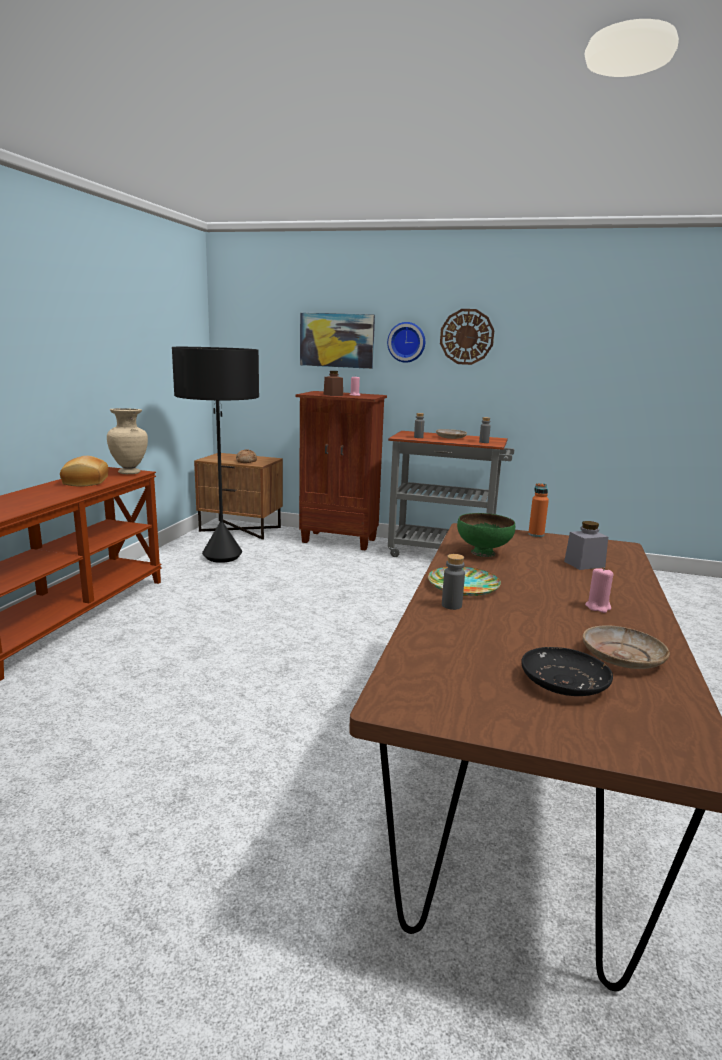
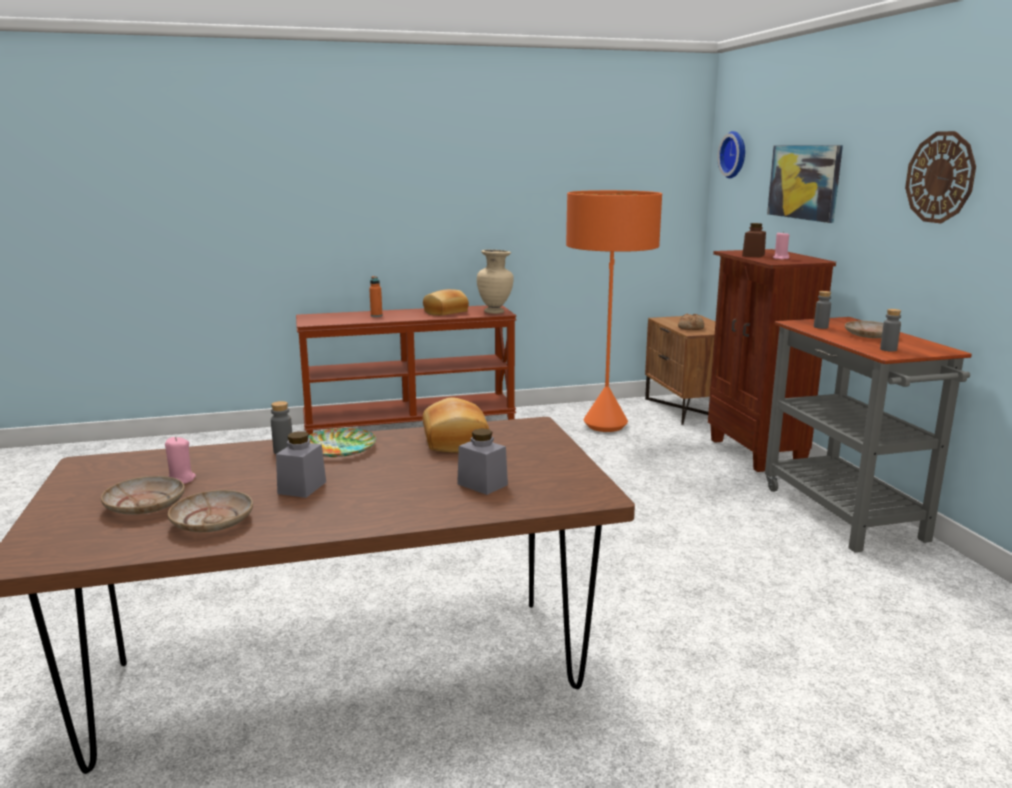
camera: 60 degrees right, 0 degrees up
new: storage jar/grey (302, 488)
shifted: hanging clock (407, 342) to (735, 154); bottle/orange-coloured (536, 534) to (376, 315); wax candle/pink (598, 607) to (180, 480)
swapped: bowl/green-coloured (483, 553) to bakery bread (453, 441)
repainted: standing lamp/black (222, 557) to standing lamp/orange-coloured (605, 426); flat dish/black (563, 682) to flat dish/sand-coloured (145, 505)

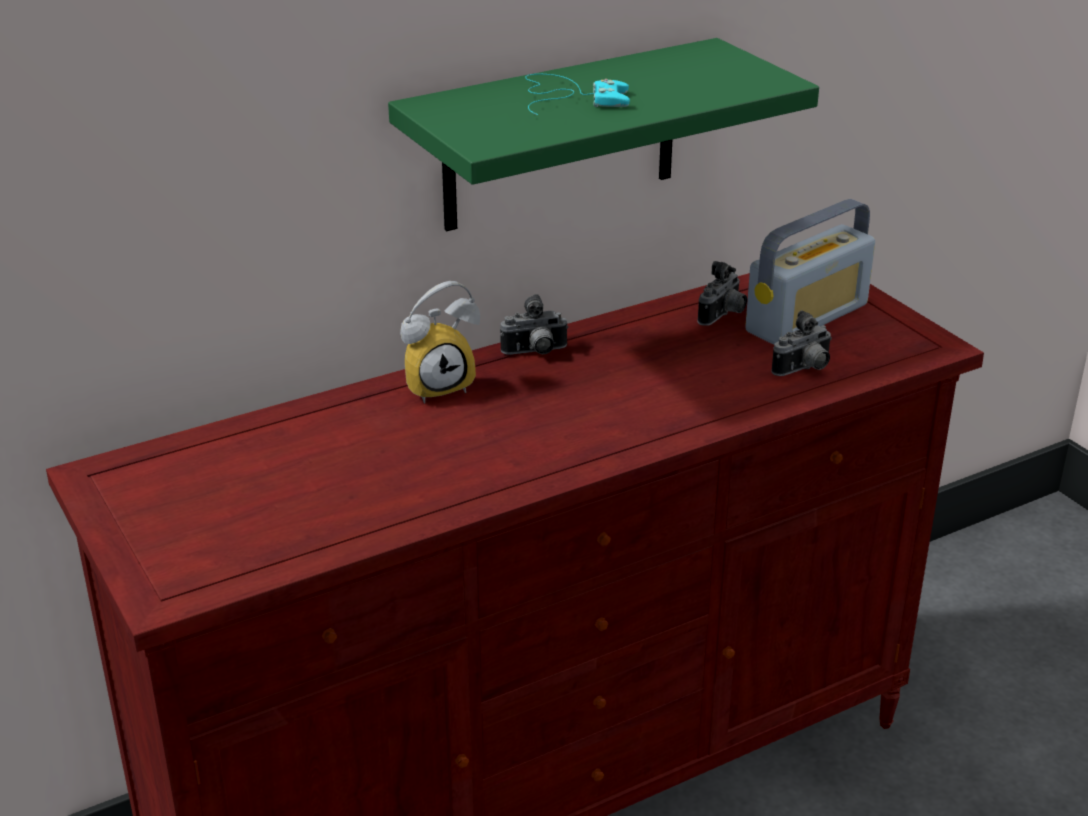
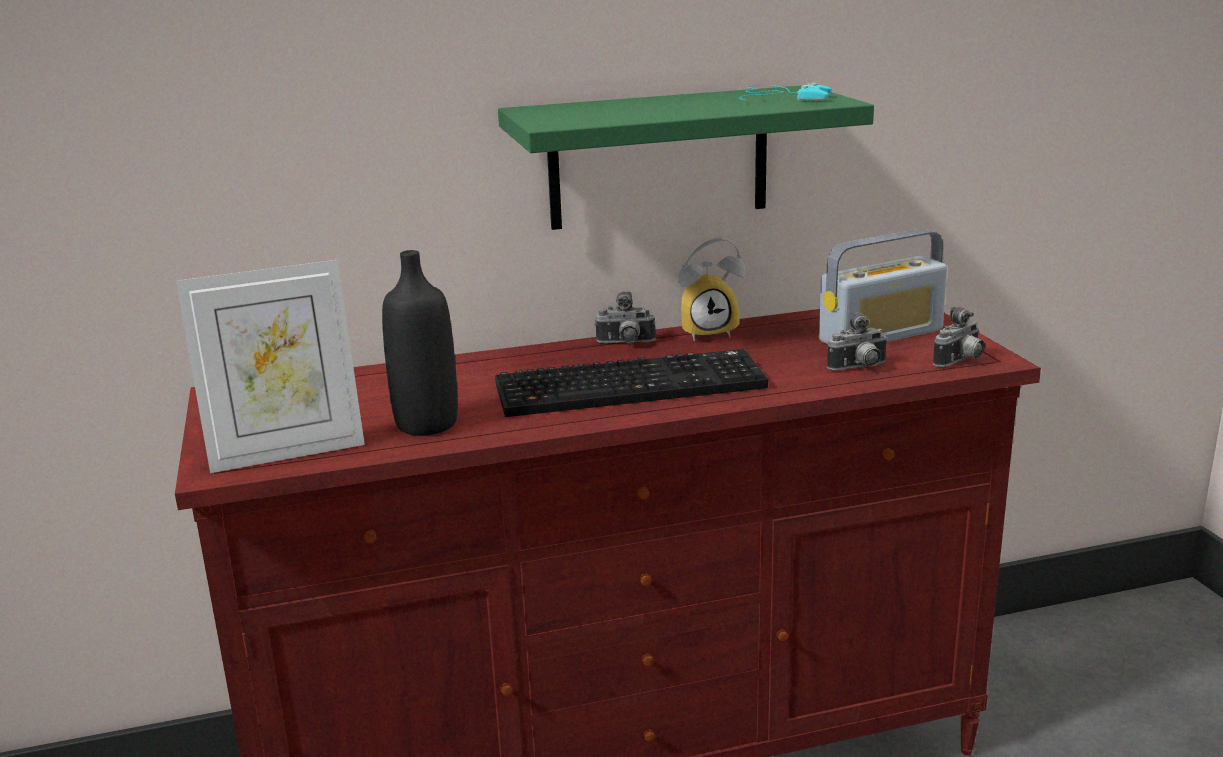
camera: 15 degrees right, 10 degrees down
new: photo frame (287, 452); bottle/black (426, 424); computer keyboard (632, 385)
shifted: alarm clock (439, 385) to (709, 331); joypad/blue-green (569, 97) to (779, 97); still camera (723, 316) to (960, 362)

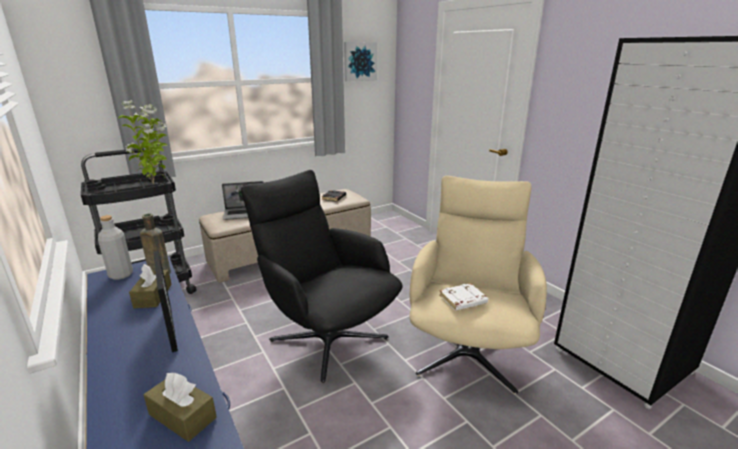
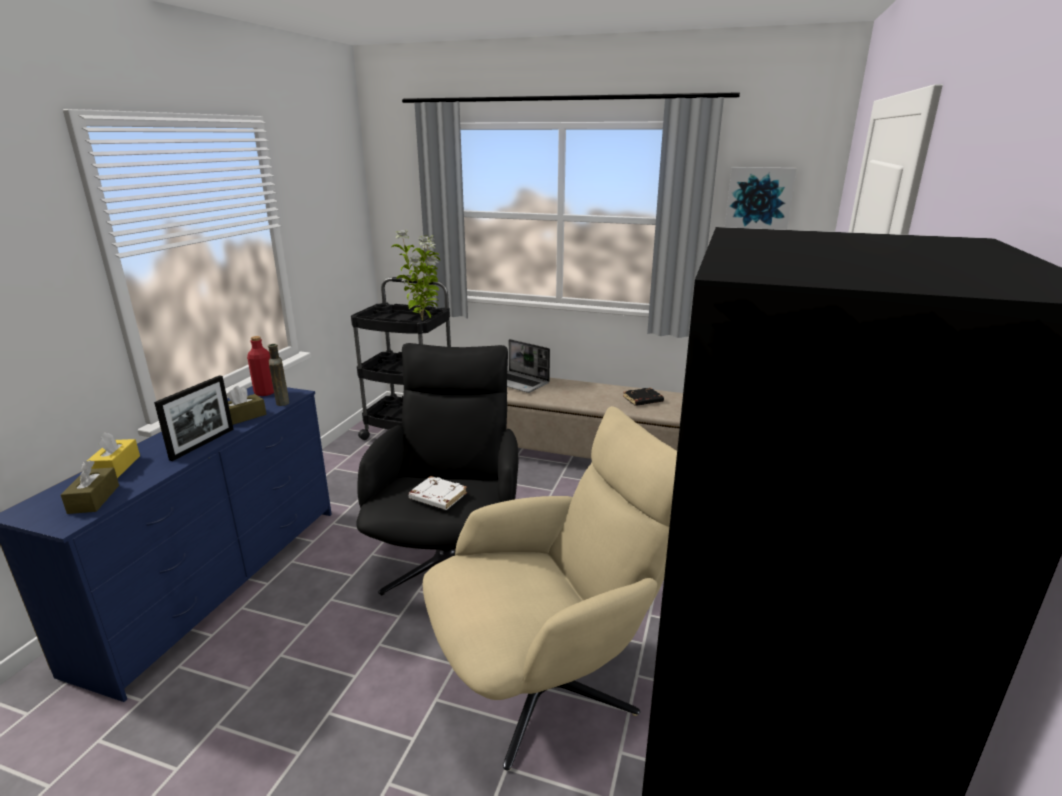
camera: 50 degrees right, 0 degrees up
new: box of tissues/yellowish (116, 467)
shifted: book/whitish (463, 300) to (437, 497)
repainted: bottle/grey (121, 275) to bottle/red (265, 392)

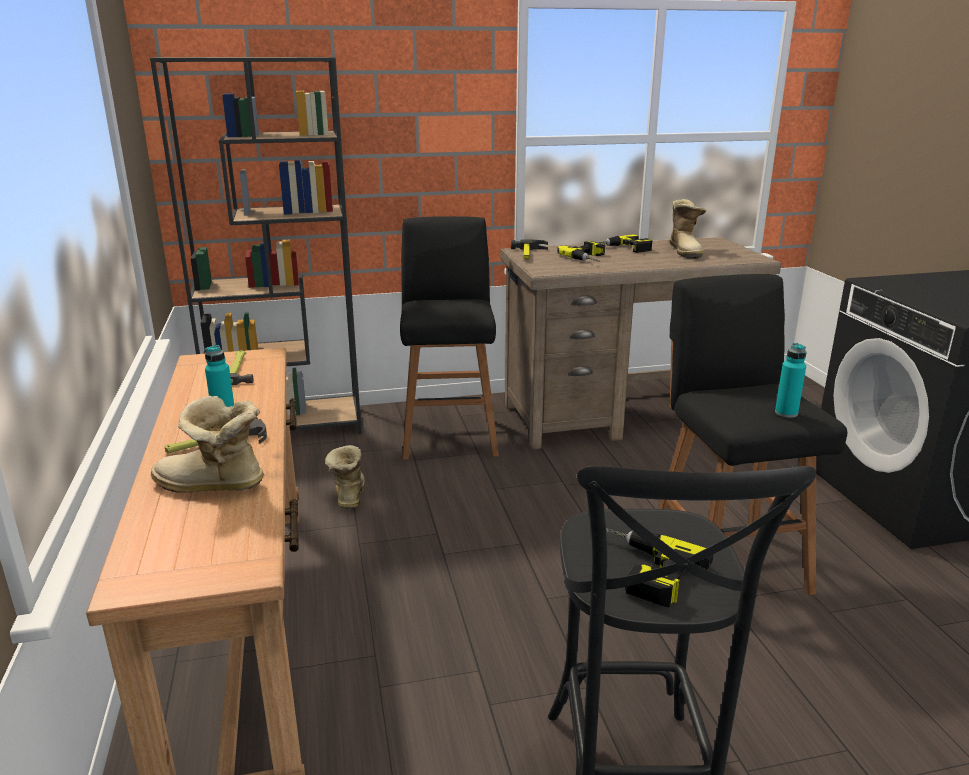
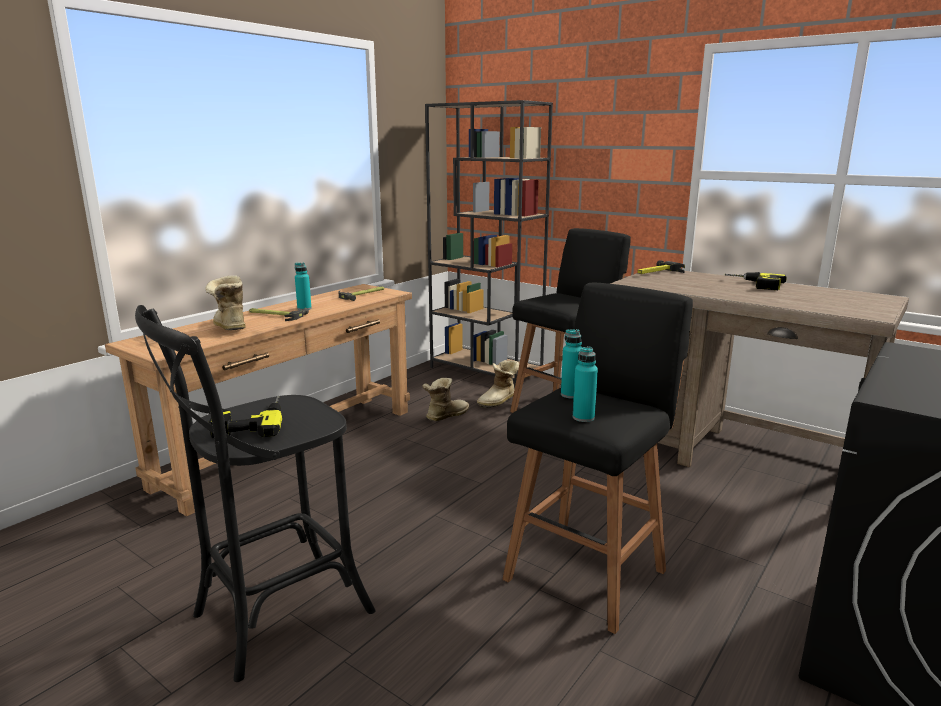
camera: 50 degrees right, 5 degrees down
gone: drill (590, 258)
new: bottle/blue-green (570, 395)
shifted: boot (686, 251) to (499, 401)

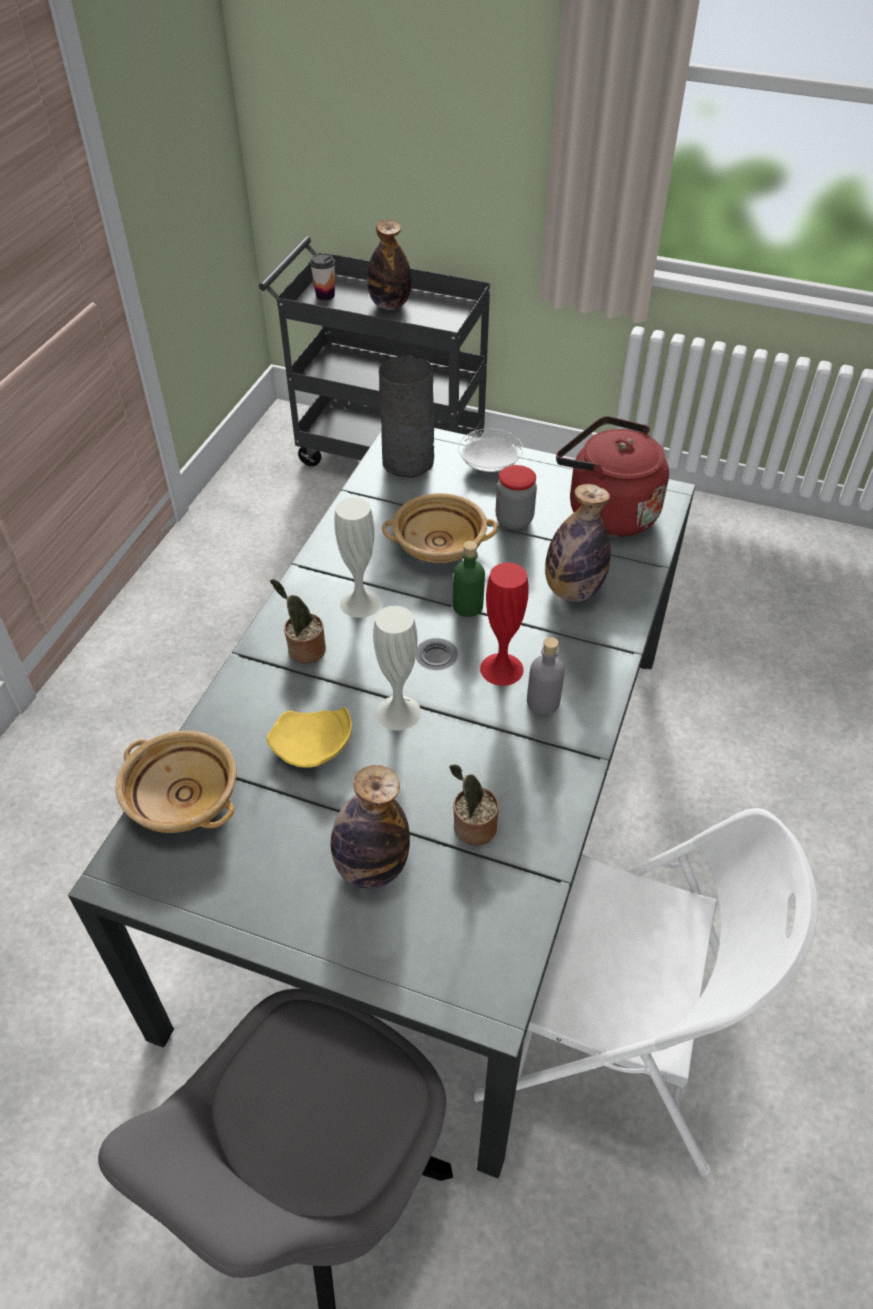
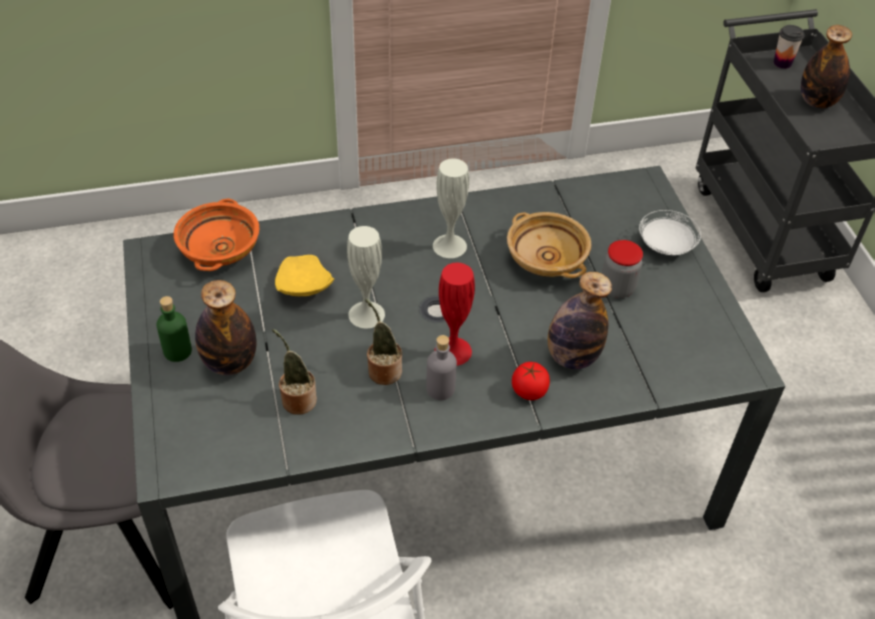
camera: 55 degrees right, 0 degrees up
gone: decorative vase/grey (410, 462); kettle/red (606, 512)
new: fresh tomato (529, 391)
shifted: potted plant (304, 650) to (383, 370); bottle/green-coloured (468, 606) to (177, 351)
repainted: bowl/sand-coloured (182, 799) to bowl/orange-coloured (219, 249)

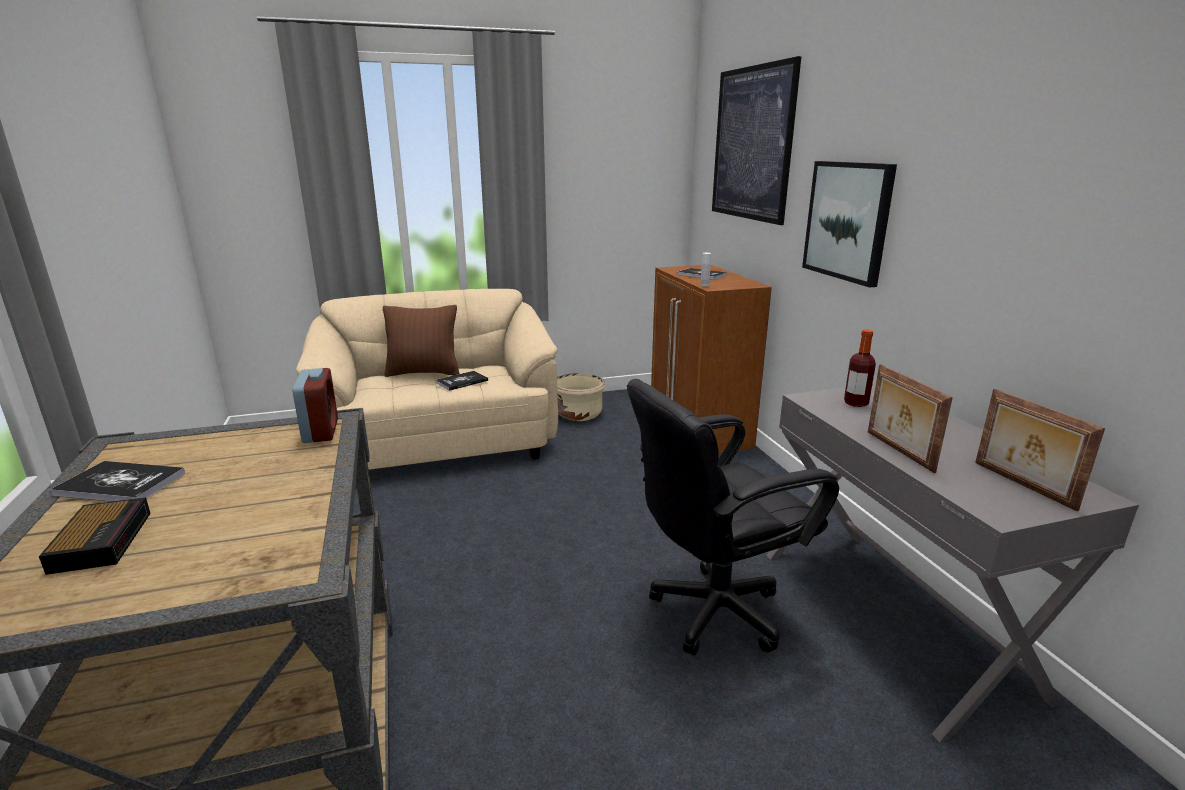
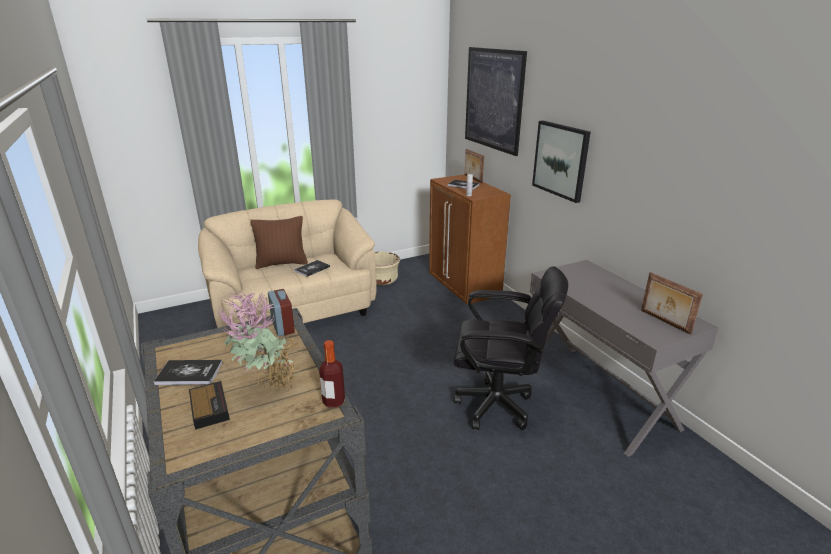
camera: 10 degrees left, 5 degrees up
new: potted plant (267, 389)
shifted: bottle (856, 403) to (333, 401); photo frame (898, 451) to (472, 179)
rotated: office chair/black (711, 617) = (499, 406) 135 degrees counterclockwise

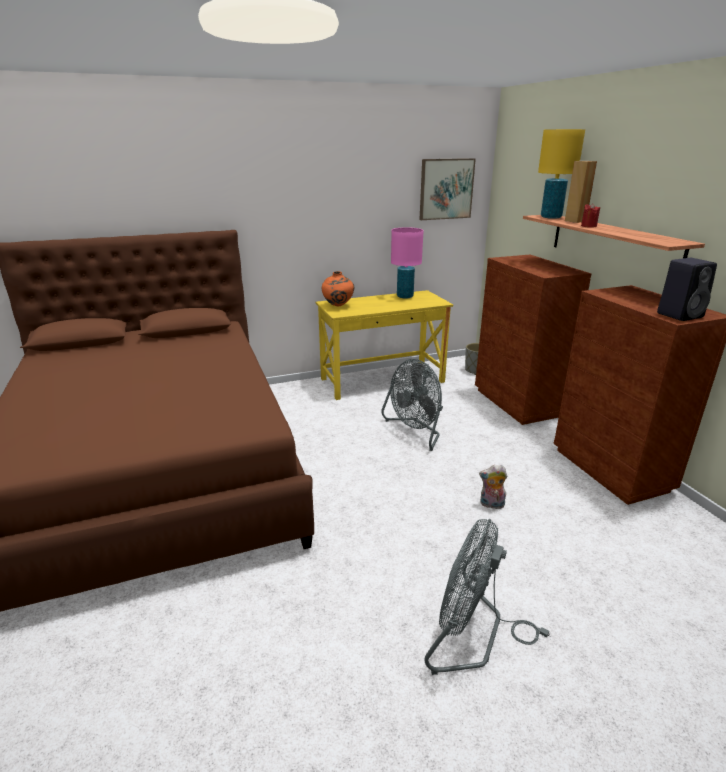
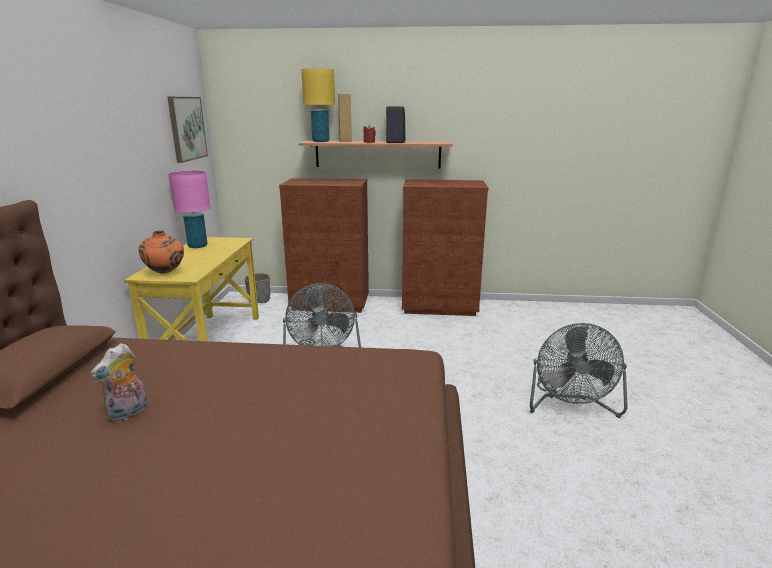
camera: 65 degrees left, 5 degrees down
shifted: soft toy (491, 505) to (128, 414); loudspeaker/black (680, 315) to (395, 142)
rotated: electric fan/grey (476, 630) = (567, 404) 45 degrees counterclockwise

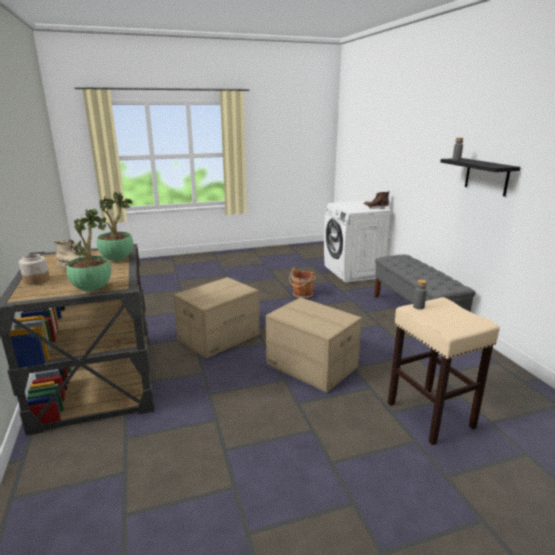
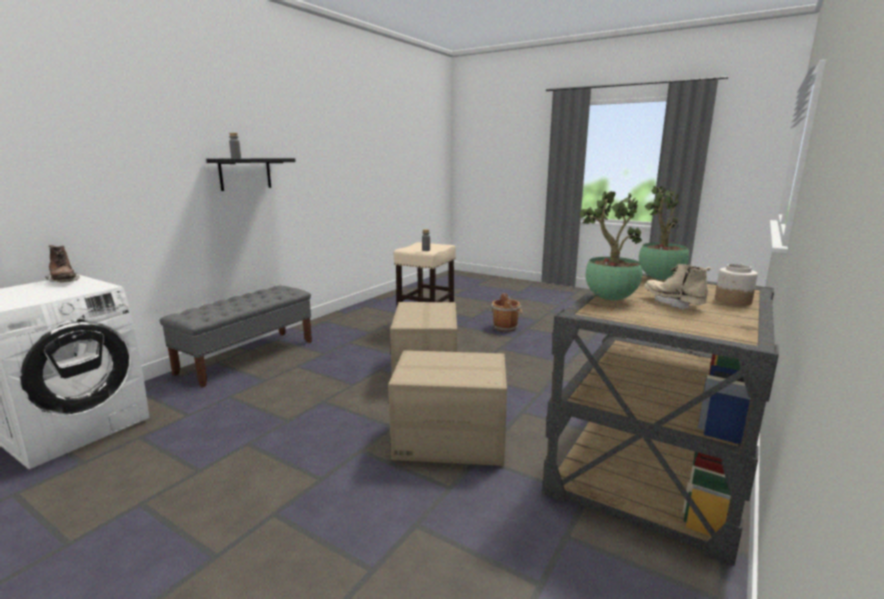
camera: 130 degrees left, 5 degrees down
shifted: bucket/brown-coloured (302, 295) to (506, 327)

